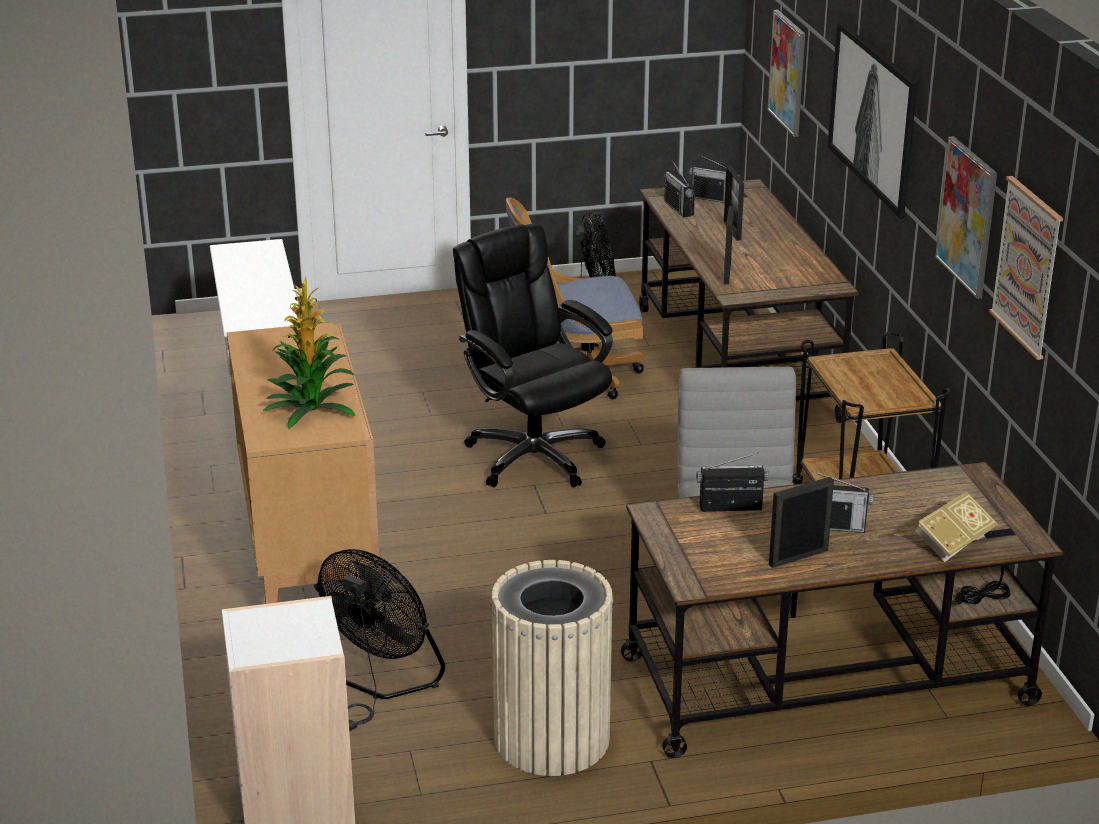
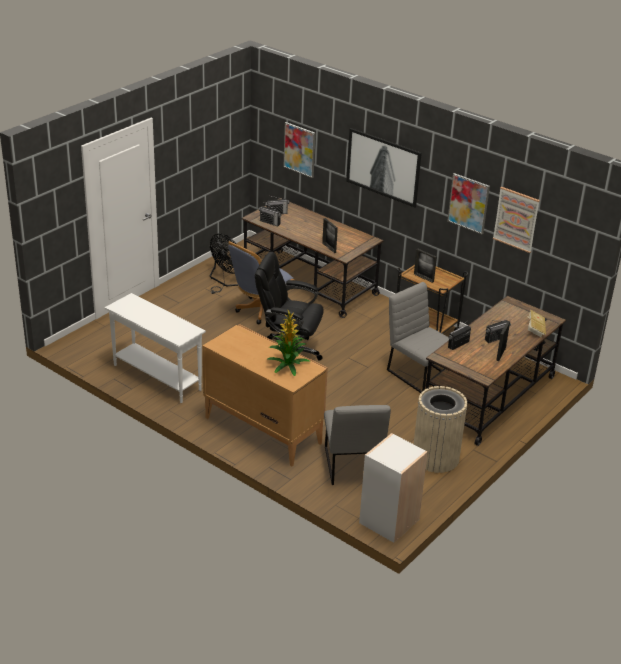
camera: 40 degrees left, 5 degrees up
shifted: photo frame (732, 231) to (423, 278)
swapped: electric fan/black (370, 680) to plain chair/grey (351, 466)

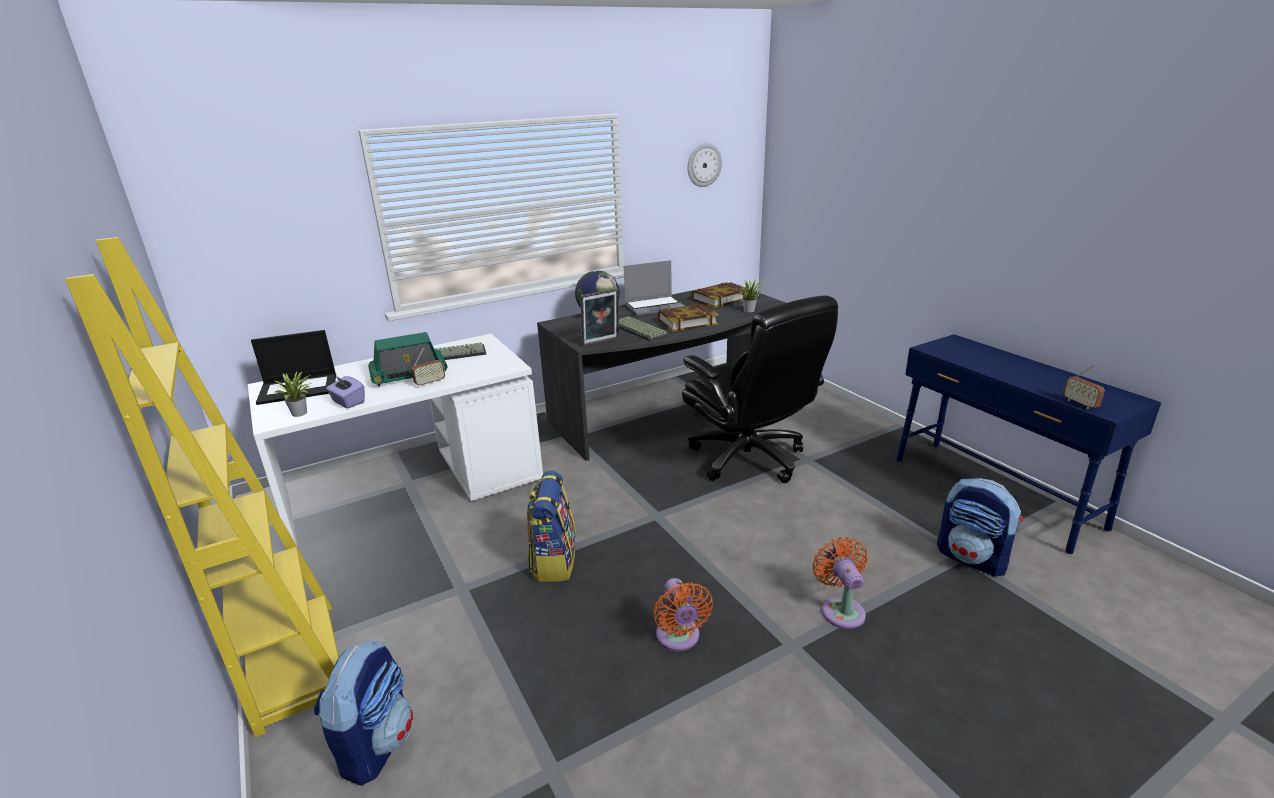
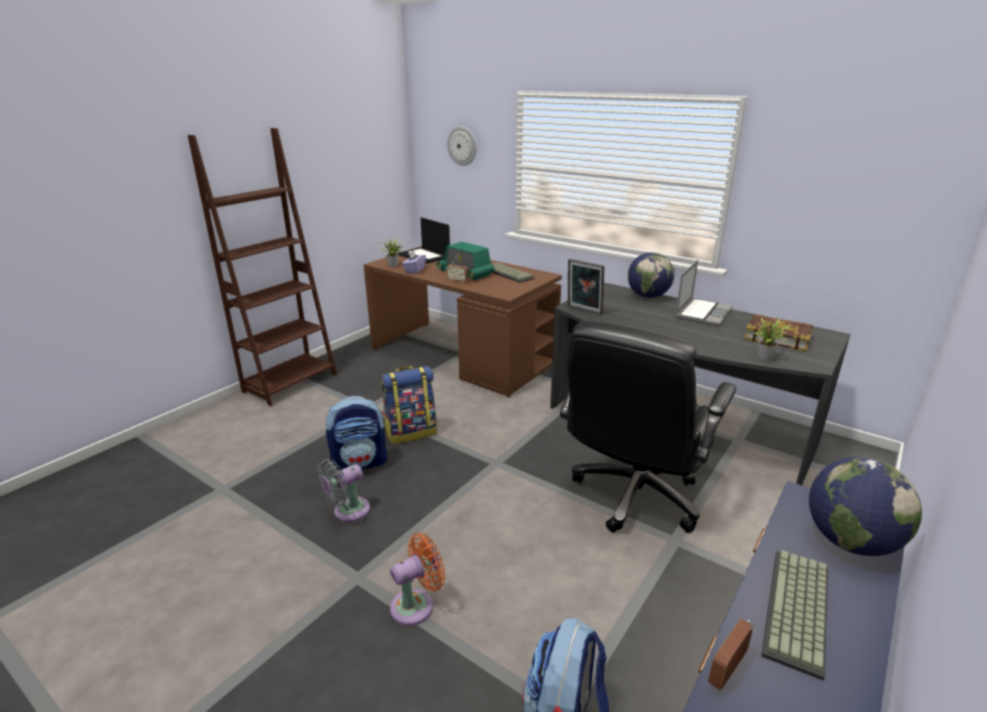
camera: 65 degrees right, 0 degrees up
gone: book (687, 322)
new: globe (850, 542)
shifted: rucksack (376, 744) to (360, 462); computer keyboard (640, 330) to (799, 612); hanging clock (703, 165) to (462, 146)
repainted: bookshelf/yellowish (296, 665) to bookshelf/brown-coloured (290, 383); desk unit/whitish (414, 487) to desk unit/brown-coloured (462, 355); electric fan/orange-coloured (679, 638) to electric fan/grey (348, 511)
rotated: portable computer (655, 307) = (702, 313) 105 degrees counterclockwise

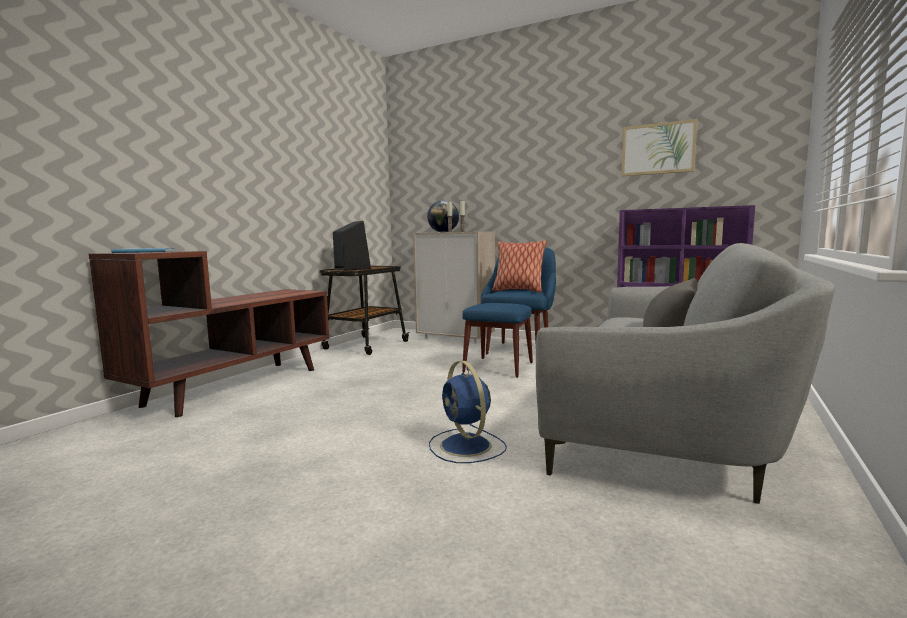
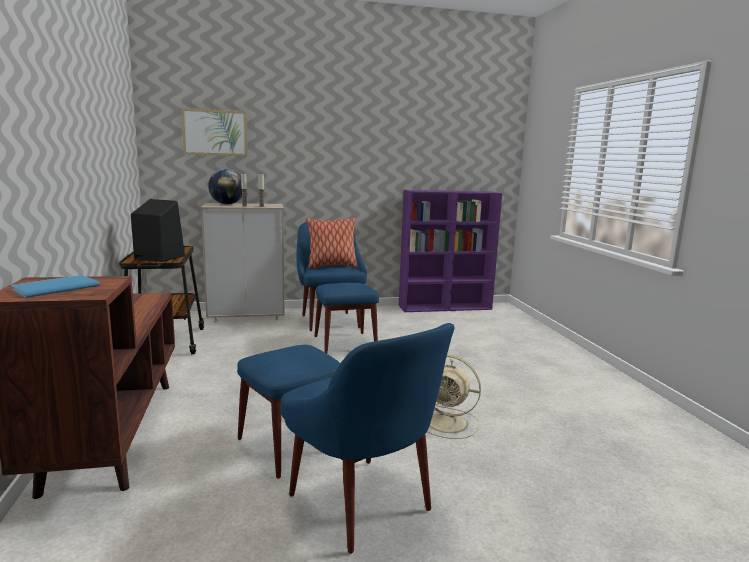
camera: 40 degrees left, 5 degrees up
gone: settee/grey (672, 426)
new: lounge chair/blue (333, 480)
shifted: wall picture (658, 149) to (215, 132)
repainted: electric fan/blue (466, 446) to electric fan/sand-coloured (448, 423)

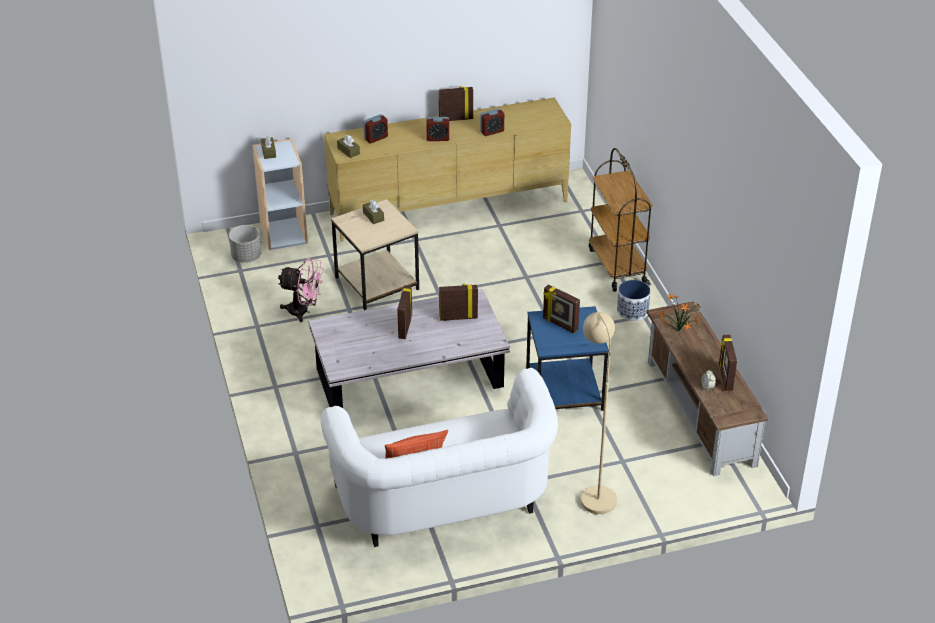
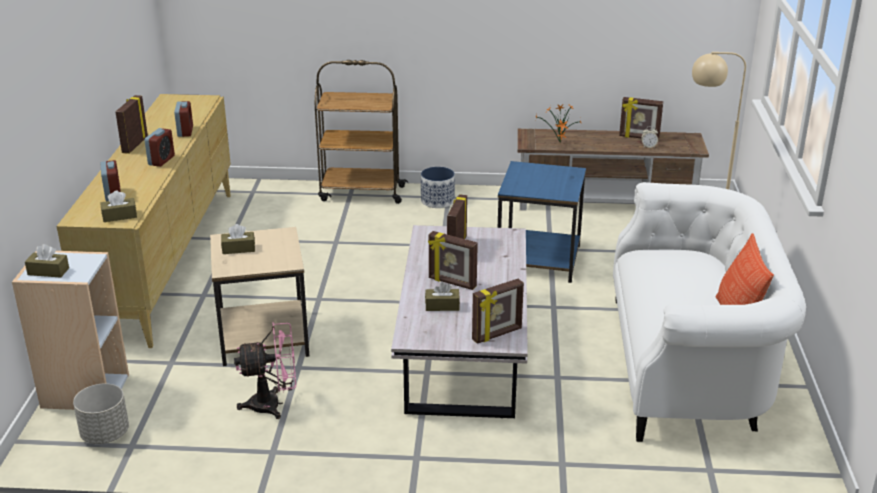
camera: 70 degrees left, 10 degrees down
new: box of tissues/brown-coloured (442, 306)
shifted: photo frame (560, 324) to (497, 334)
rotated: electric fan/pink (303, 311) = (273, 404) 45 degrees clockwise

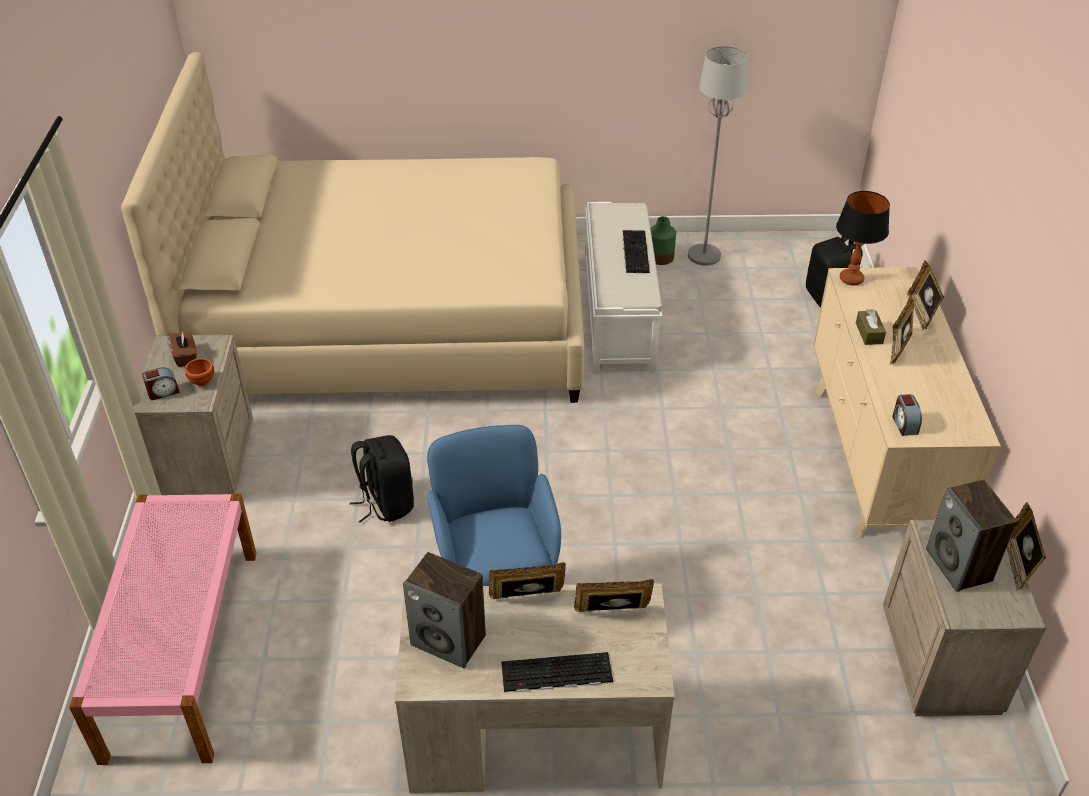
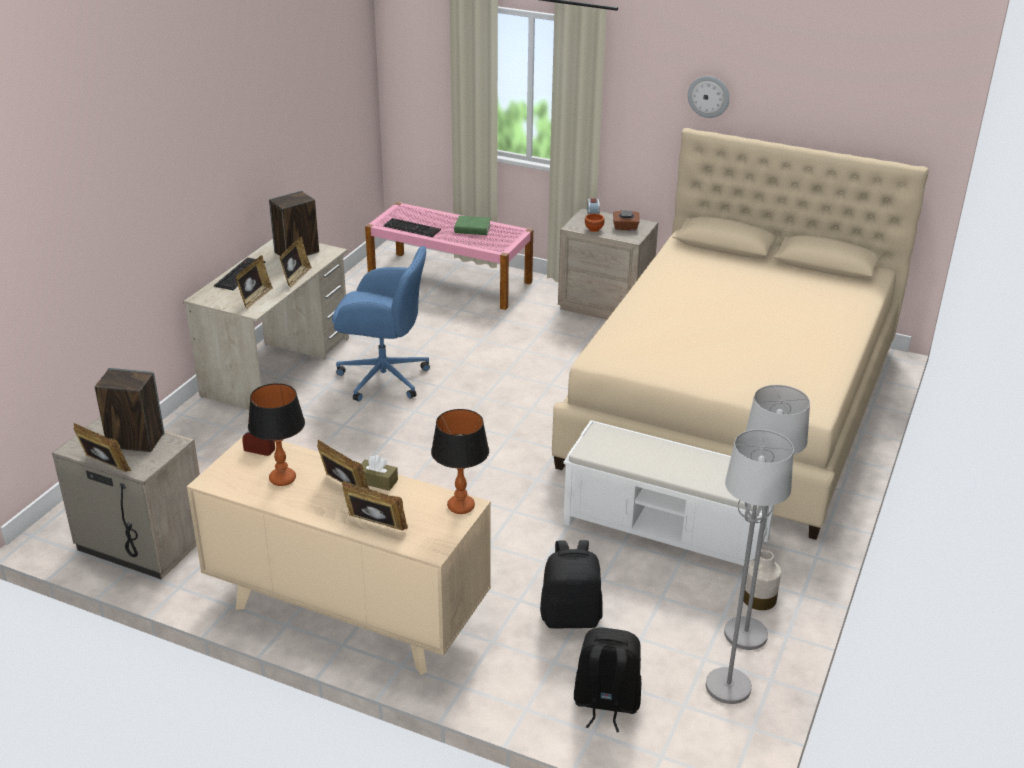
camera: 115 degrees right, 10 degrees down
new: table lamp (282, 479); book/green-coloured (472, 229); hanging clock (708, 96); standing lamp/grey (728, 687)
shifted: rucksack/black (386, 503) to (571, 617); computer keyboard (634, 251) to (413, 228)
repainted: decorative vase/green-coloured (660, 257) to decorative vase/sand-coloured (759, 598)

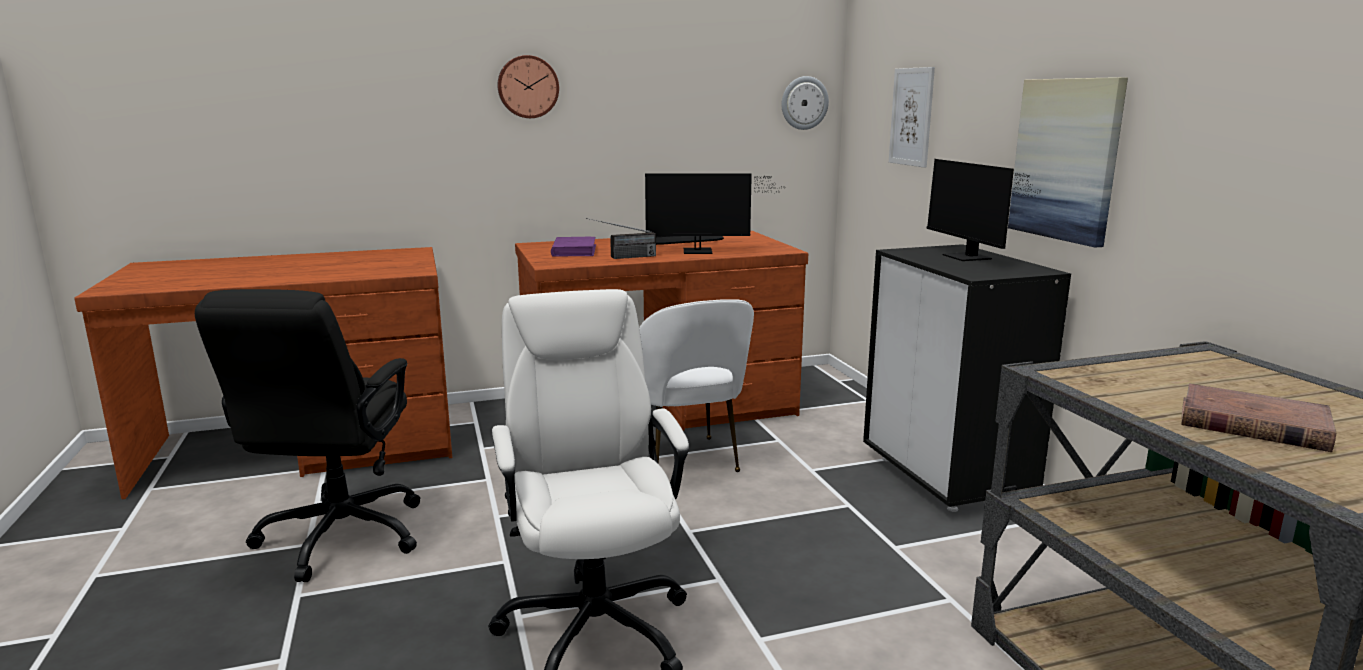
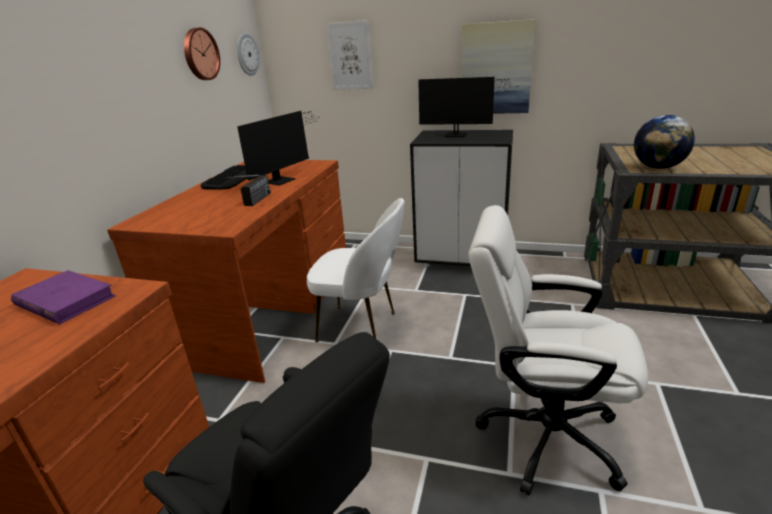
camera: 55 degrees left, 10 degrees up
gone: book/brown-coloured (1251, 424)
new: globe (658, 167)
shifted: hanging clock (528, 87) to (200, 54); book/purple-coloured (574, 251) to (65, 301)

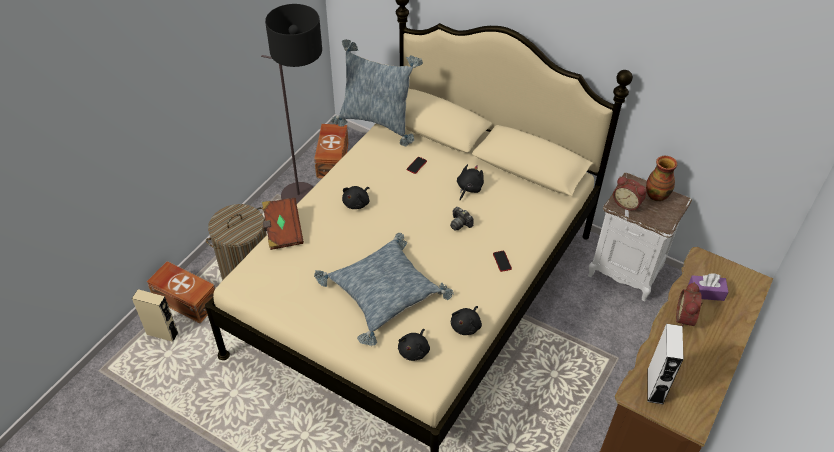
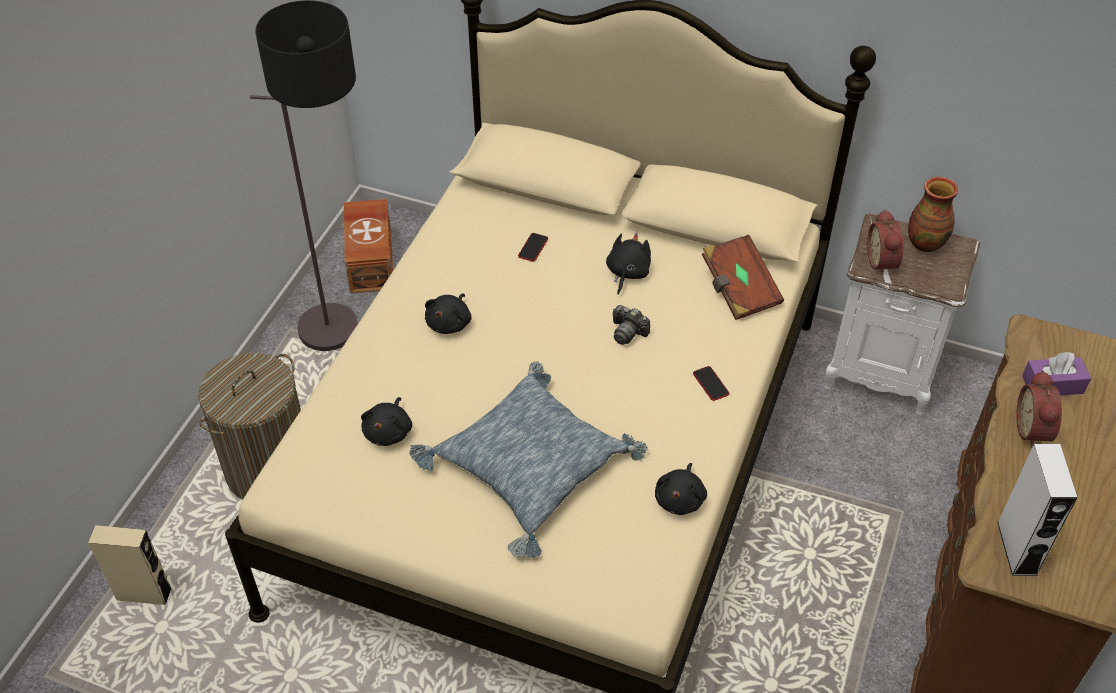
camera: 10 degrees left, 0 degrees up
gone: storage bin/brown-coloured (186, 300); throw pillow (377, 127)
shifted: book/brown-coloured (282, 231) to (739, 289); soft toy/black (414, 350) to (389, 431)
rotated: alarm clock (627, 203) = (883, 262) 60 degrees clockwise

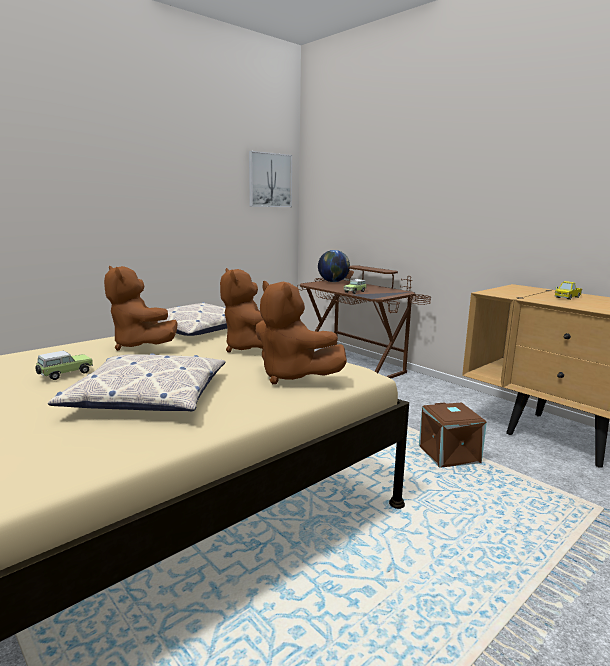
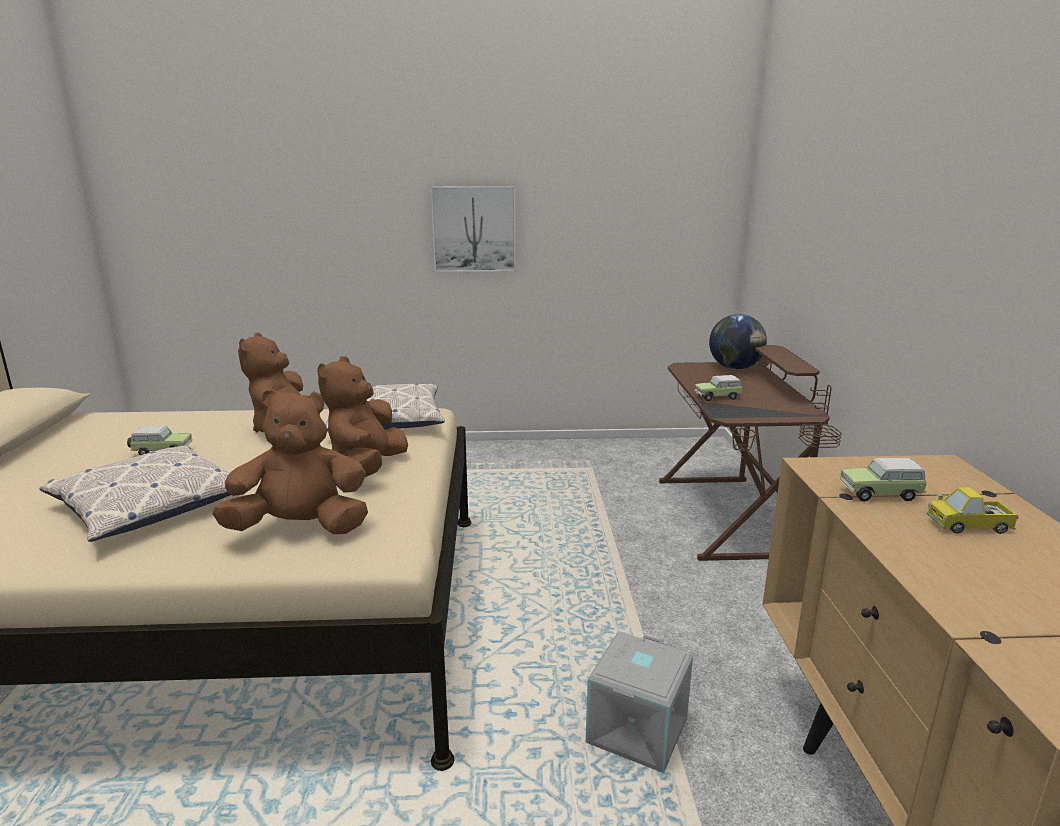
camera: 40 degrees right, 5 degrees up
new: miniature car (882, 494)
shifted: wall picture (270, 180) to (474, 229)
repainted: storage bin/brown-coloured (450, 455) to storage bin/grey (639, 732)
rotated: soft toy/brown-coloured (292, 376) = (301, 528) 90 degrees clockwise

